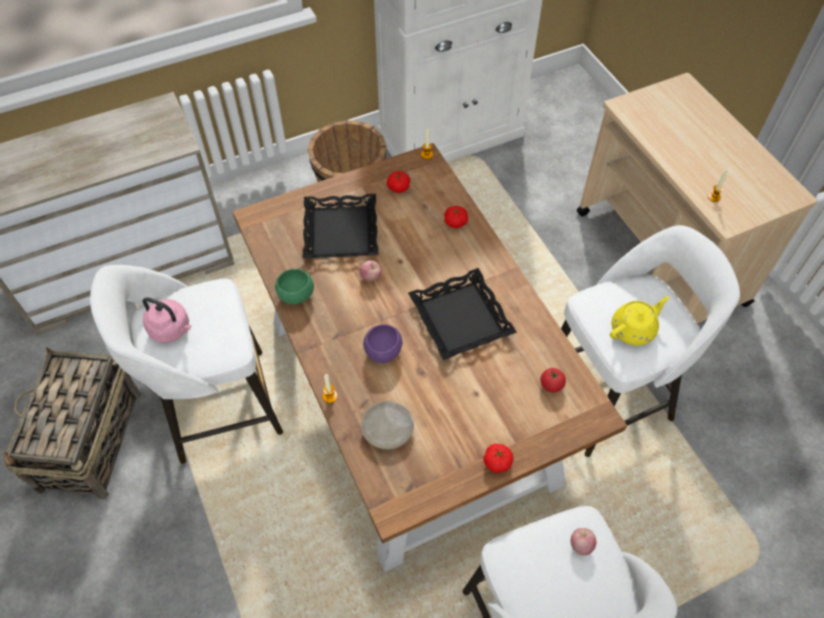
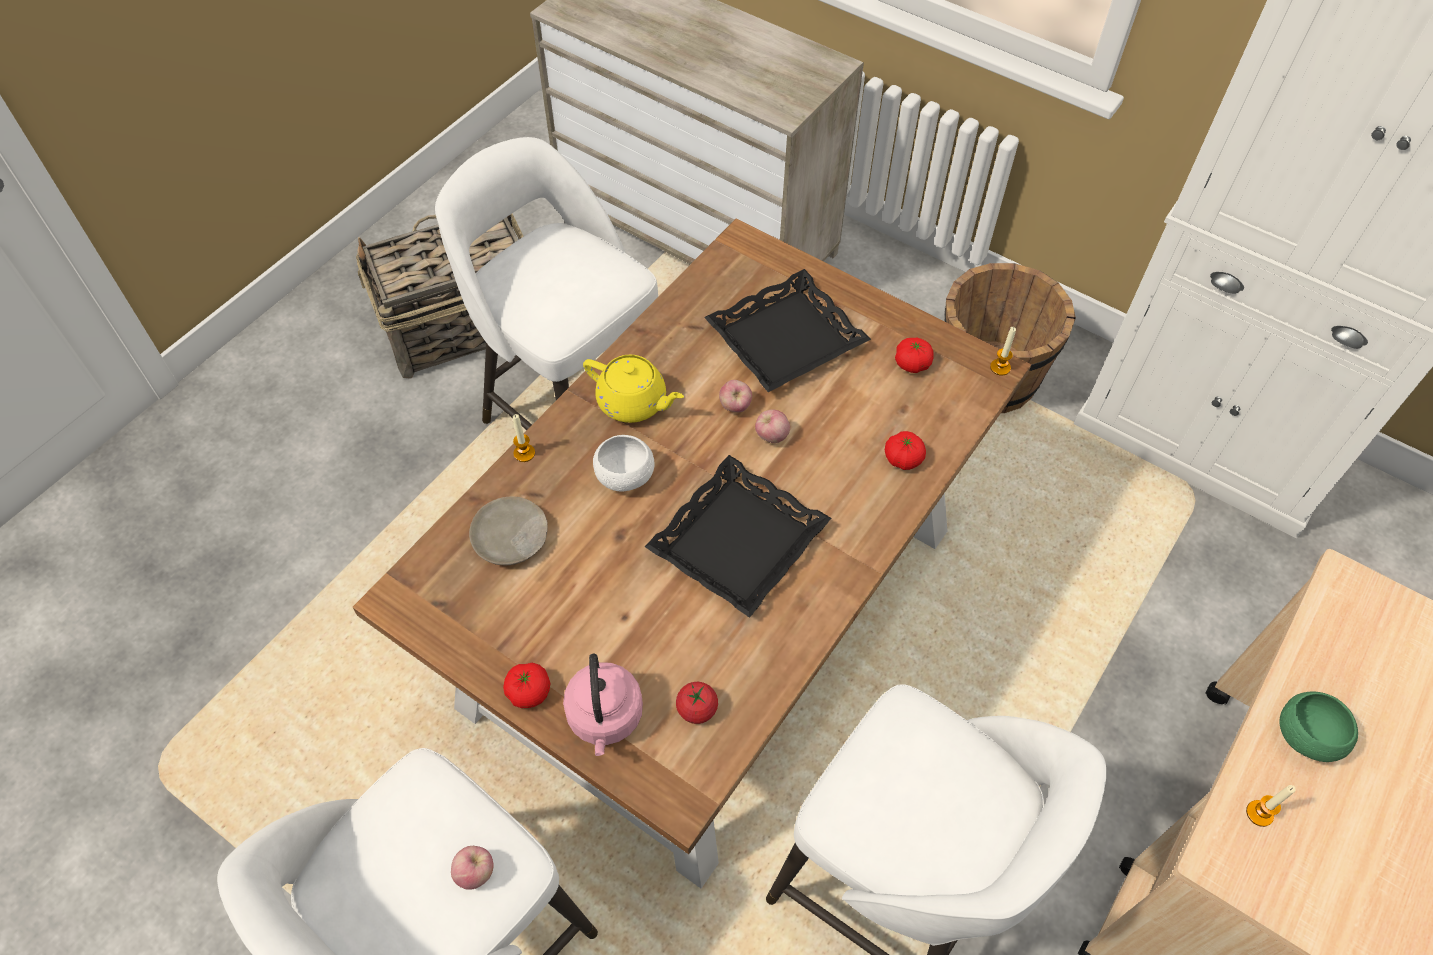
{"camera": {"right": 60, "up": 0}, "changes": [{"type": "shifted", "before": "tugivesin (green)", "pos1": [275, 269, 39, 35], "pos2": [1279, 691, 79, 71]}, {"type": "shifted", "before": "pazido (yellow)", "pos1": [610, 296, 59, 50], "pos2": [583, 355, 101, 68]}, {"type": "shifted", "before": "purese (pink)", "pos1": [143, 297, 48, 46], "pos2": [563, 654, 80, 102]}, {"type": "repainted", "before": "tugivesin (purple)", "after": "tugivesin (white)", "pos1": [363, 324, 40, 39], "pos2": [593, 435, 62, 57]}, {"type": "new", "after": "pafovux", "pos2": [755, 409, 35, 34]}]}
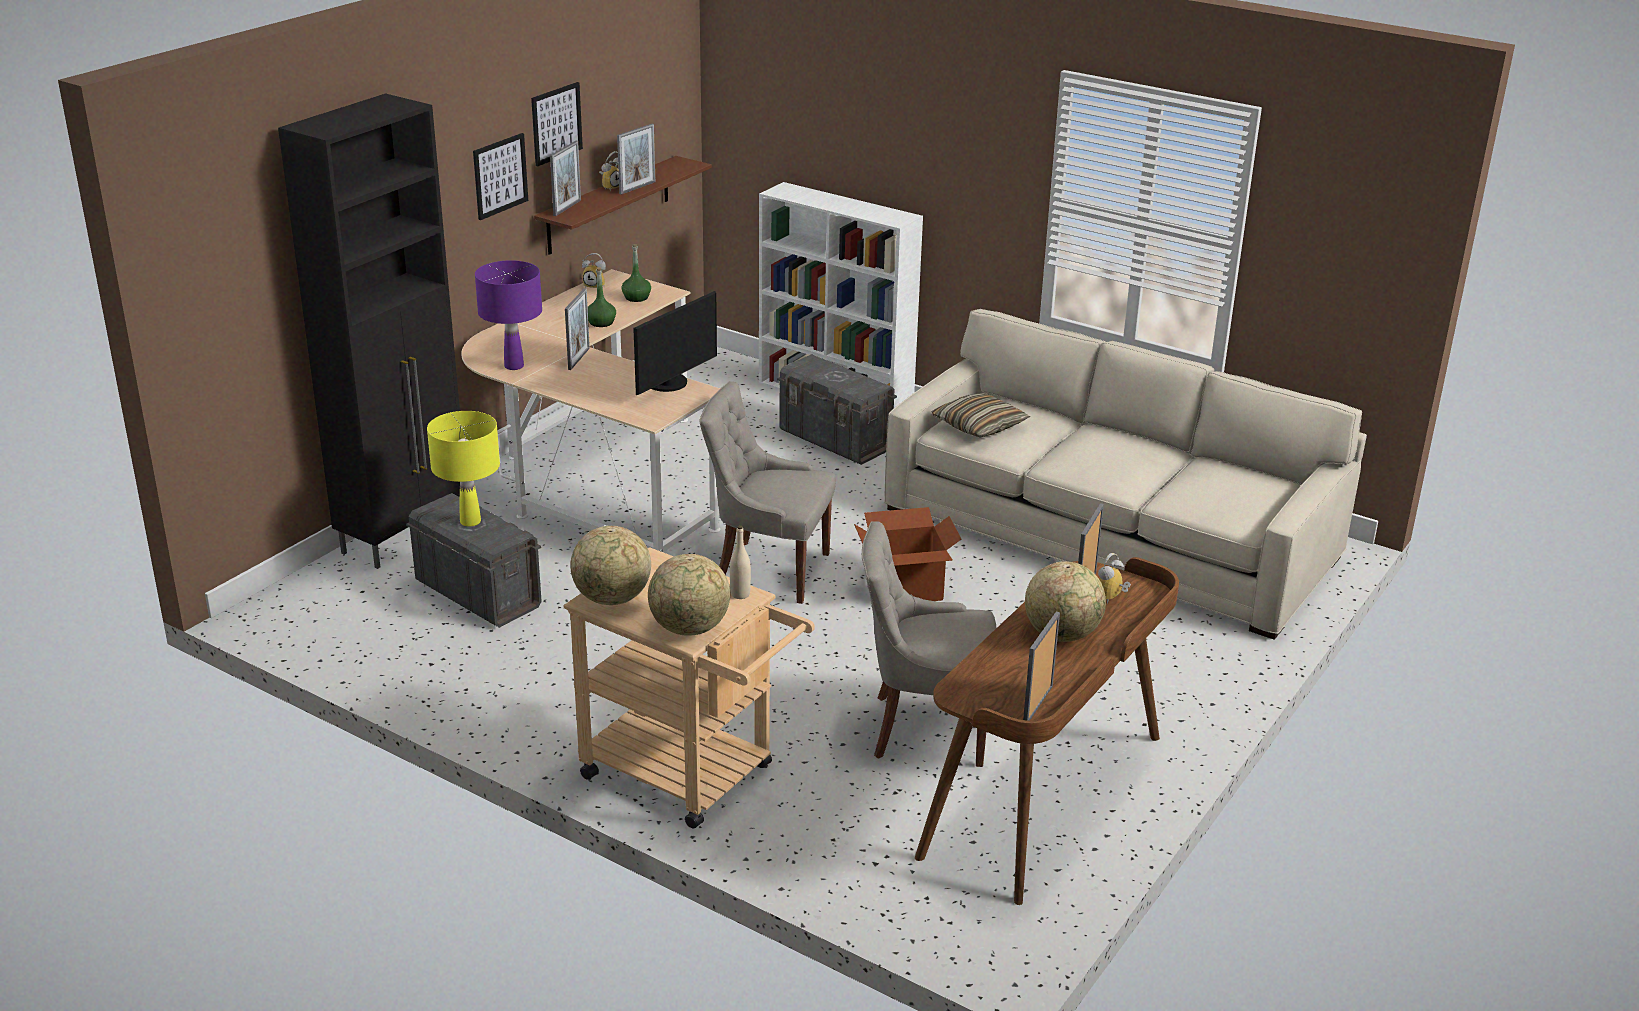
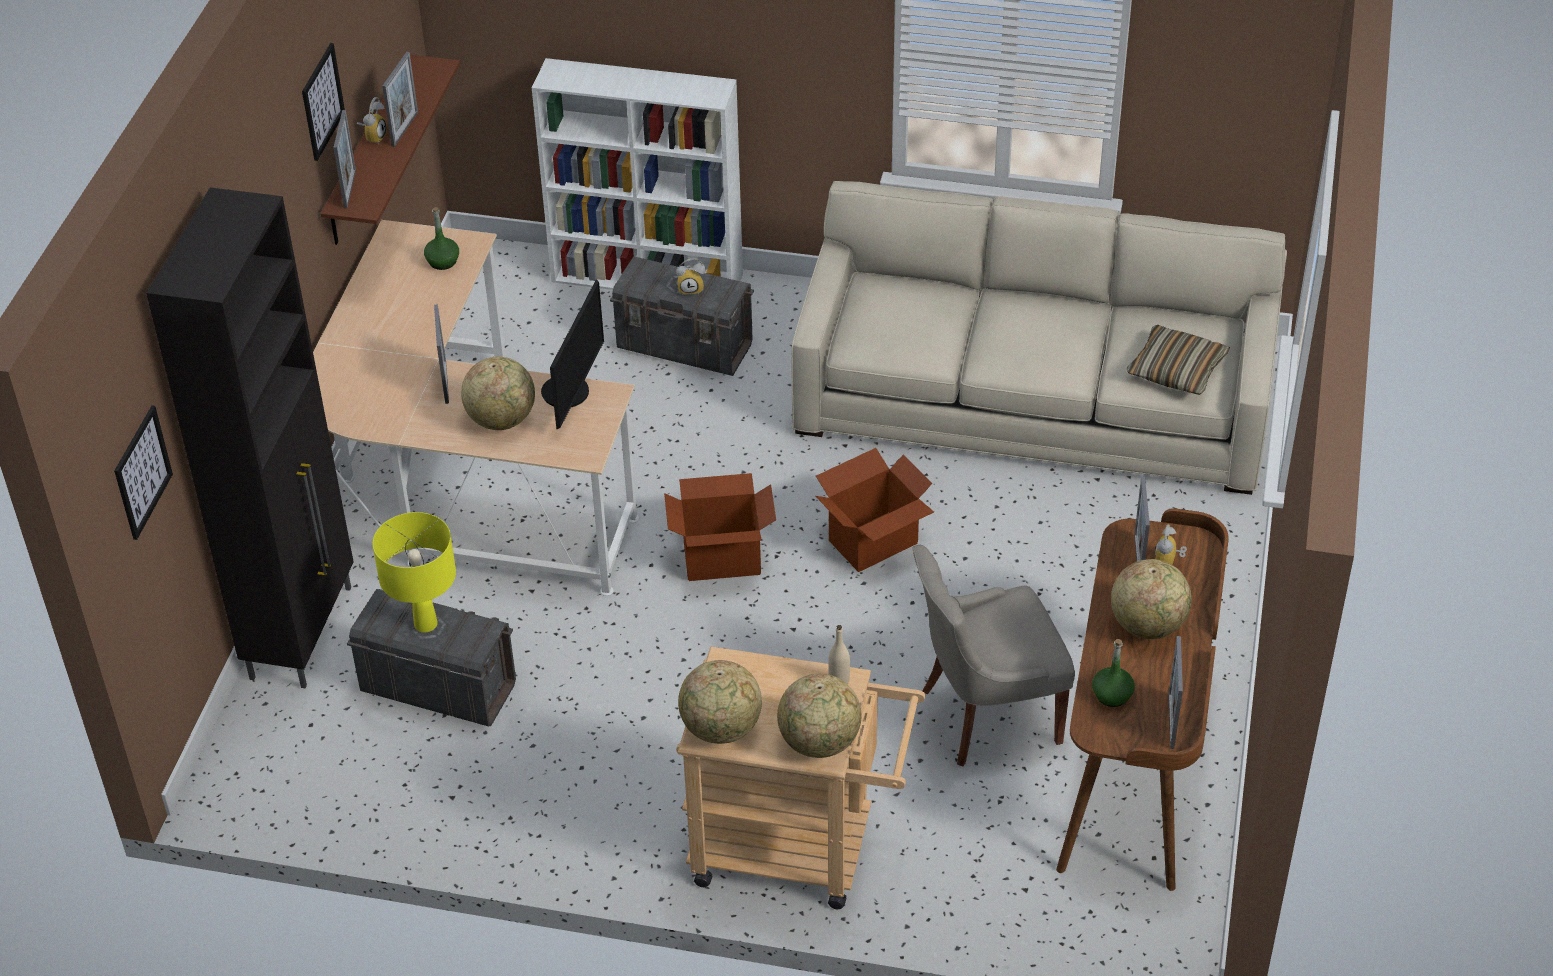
{"camera": {"right": -20, "up": 15}, "changes": [{"type": "shifted", "before": "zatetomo", "pos1": [473, 133, 55, 87], "pos2": [114, 405, 59, 135]}, {"type": "shifted", "before": "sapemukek", "pos1": [582, 253, 24, 35], "pos2": [676, 258, 29, 37]}, {"type": "gone", "before": "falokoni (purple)", "pos1": [475, 260, 67, 110]}, {"type": "shifted", "before": "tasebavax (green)", "pos1": [588, 267, 28, 60], "pos2": [1092, 639, 43, 68]}, {"type": "swapped", "before": "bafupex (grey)", "after": "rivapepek", "pos1": [699, 381, 137, 223], "pos2": [664, 473, 112, 108]}, {"type": "shifted", "before": "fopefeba", "pos1": [931, 393, 99, 44], "pos2": [1126, 325, 104, 70]}, {"type": "new", "after": "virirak", "pos2": [461, 357, 74, 73]}]}
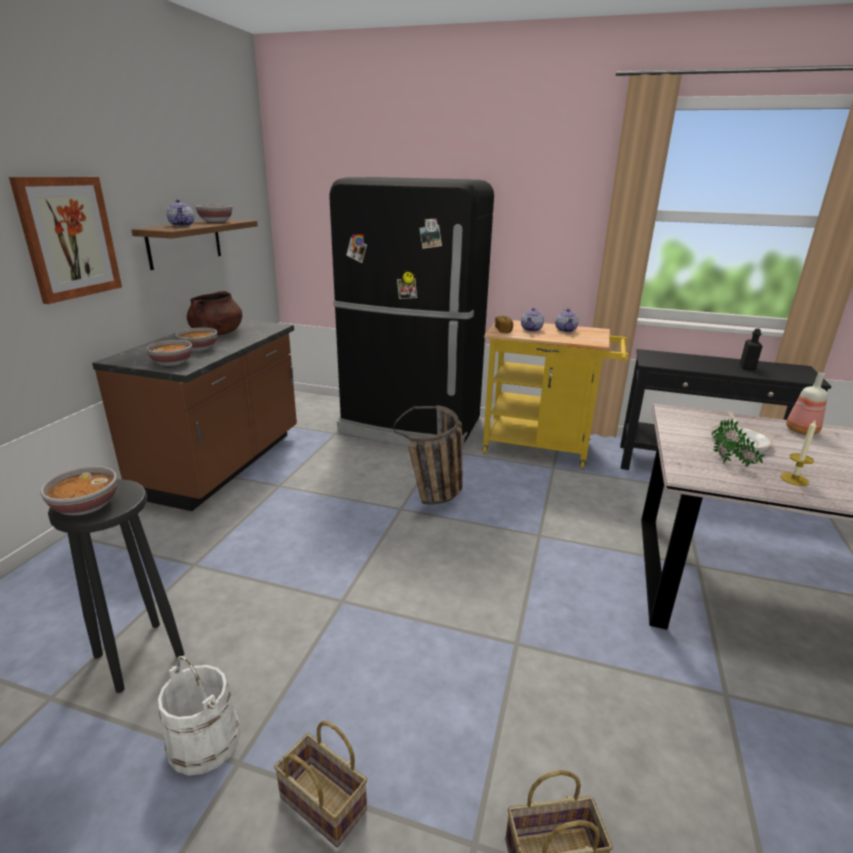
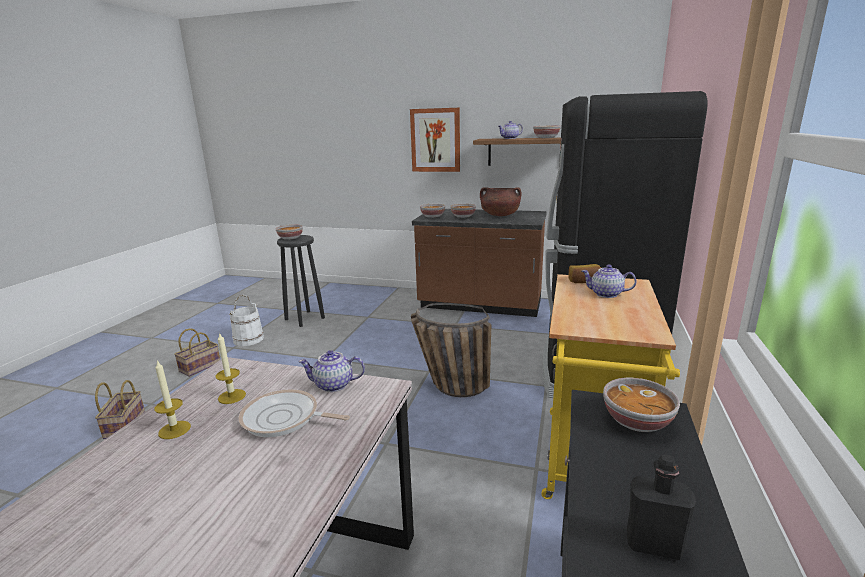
{"camera": {"right": 90, "up": -5}, "changes": [{"type": "shifted", "before": "pazido", "pos1": [555, 308, 24, 24], "pos2": [298, 350, 67, 42]}, {"type": "gone", "before": "tasebavax", "pos1": [786, 372, 42, 63]}, {"type": "swapped", "before": "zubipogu", "after": "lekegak", "pos1": [712, 418, 53, 49], "pos2": [215, 332, 31, 72]}, {"type": "new", "after": "tugivesin", "pos2": [603, 378, 77, 54]}]}
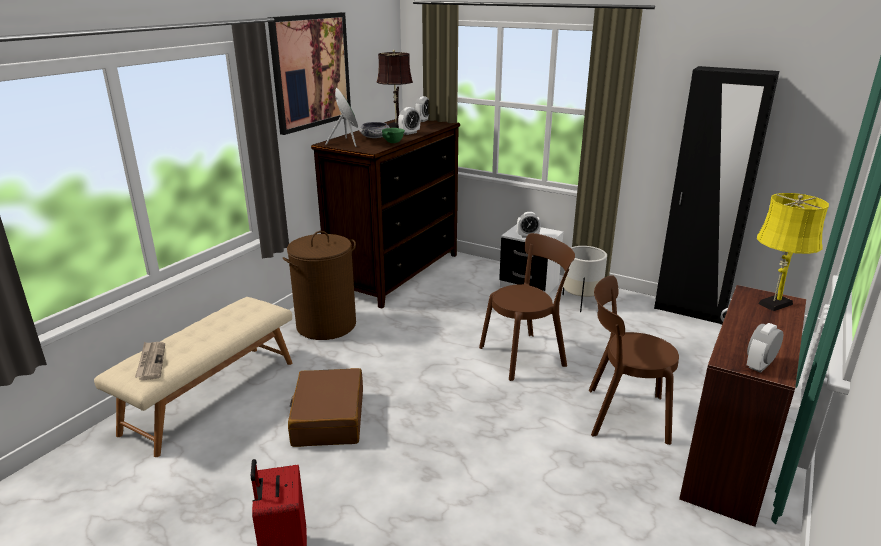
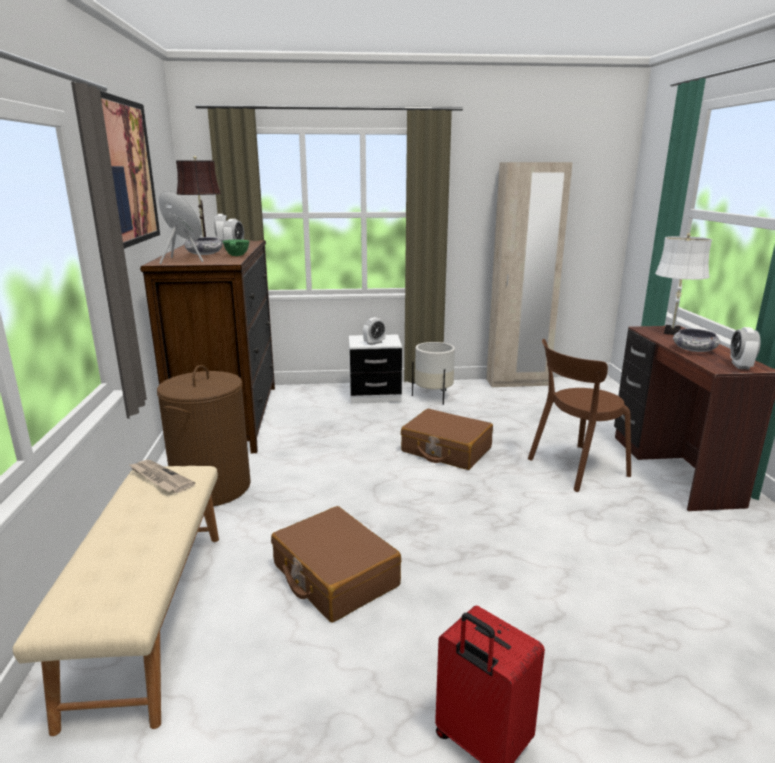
{"camera": {"right": -35, "up": -5}, "changes": [{"type": "repainted", "before": "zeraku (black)", "after": "zeraku (beige)", "pos1": [654, 66, 125, 259], "pos2": [486, 162, 87, 226]}, {"type": "repainted", "before": "falokoni (yellow)", "after": "falokoni (white)", "pos1": [757, 193, 72, 118], "pos2": [655, 233, 57, 102]}, {"type": "swapped", "before": "bafupex (brown)", "after": "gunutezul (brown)", "pos1": [479, 233, 96, 148], "pos2": [401, 409, 92, 61]}, {"type": "shifted", "before": "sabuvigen", "pos1": [135, 342, 30, 38], "pos2": [128, 460, 67, 33]}, {"type": "new", "after": "tugivesin", "pos2": [673, 329, 47, 23]}]}
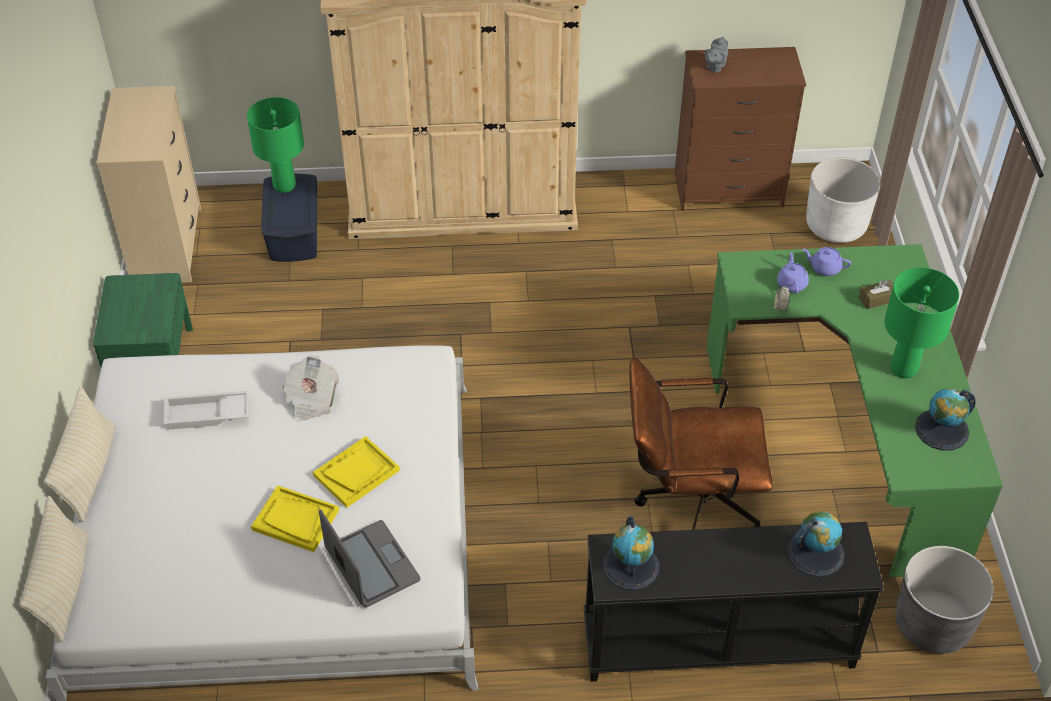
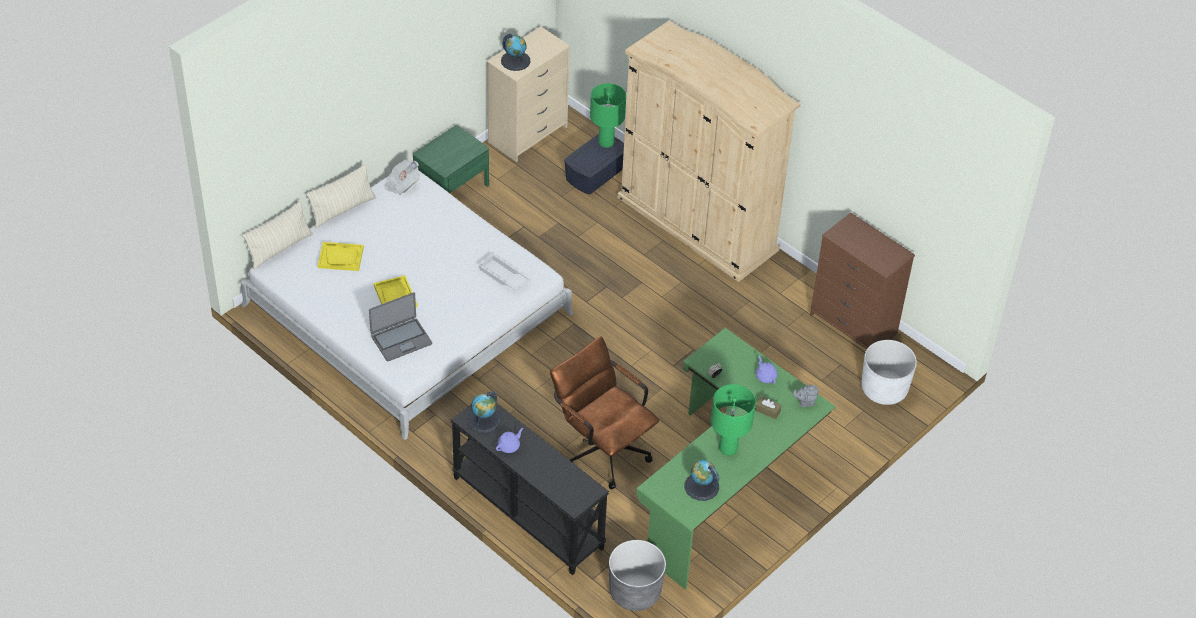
{"camera": {"right": 45, "up": 0}, "changes": [{"type": "shifted", "before": "pazido (grey)", "pos1": [704, 36, 24, 37], "pos2": [793, 385, 26, 22]}, {"type": "shifted", "before": "pazido (purple)", "pos1": [777, 252, 32, 42], "pos2": [496, 428, 27, 25]}, {"type": "shifted", "before": "sabuvigen", "pos1": [283, 356, 56, 65], "pos2": [385, 160, 35, 35]}, {"type": "shifted", "before": "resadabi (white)", "pos1": [163, 391, 86, 39], "pos2": [478, 253, 53, 38]}, {"type": "shifted", "before": "resadabi (yellow)", "pos1": [313, 436, 87, 72], "pos2": [318, 242, 46, 29]}, {"type": "rotated", "before": "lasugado", "pos1": [319, 509, 101, 99], "pos2": [369, 292, 63, 69], "turn": 45}, {"type": "shifted", "before": "virirak", "pos1": [787, 511, 57, 66], "pos2": [501, 34, 30, 37]}]}
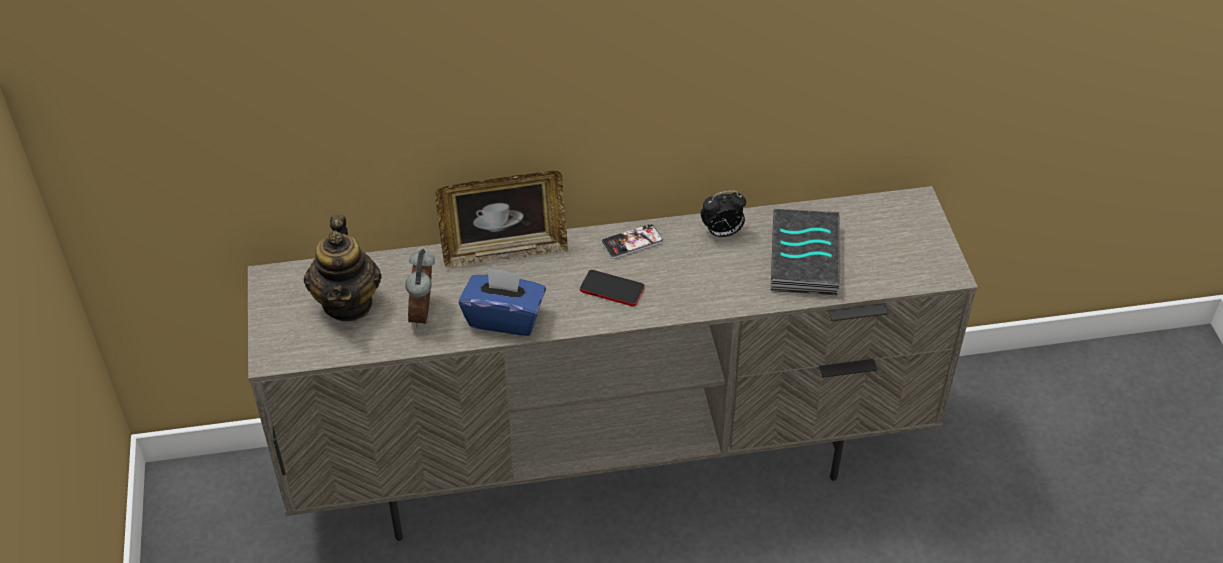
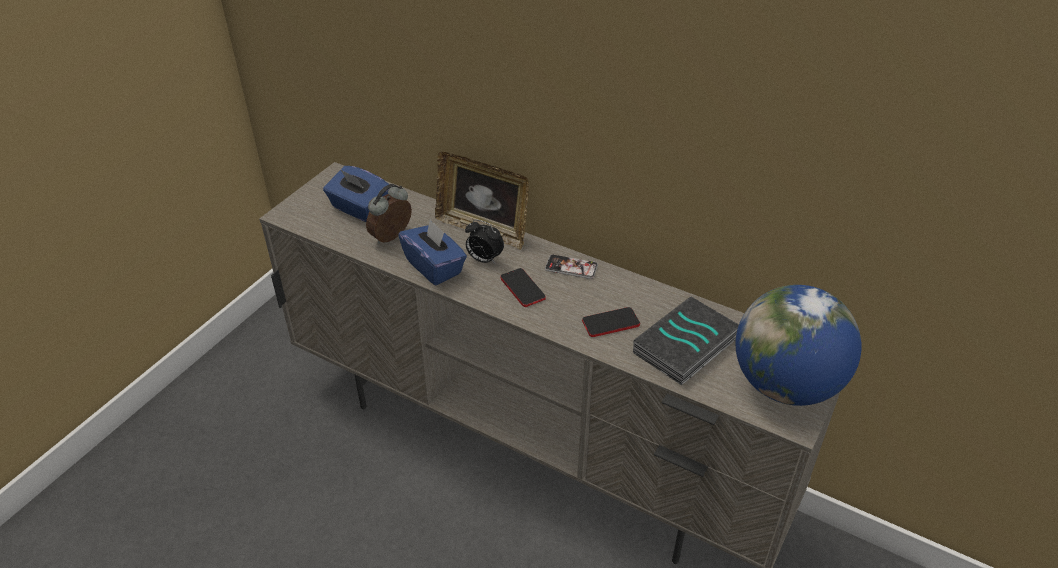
{"camera": {"right": 40, "up": -5}, "changes": [{"type": "shifted", "before": "sapemukek", "pos1": [701, 191, 45, 46], "pos2": [465, 219, 39, 45]}, {"type": "swapped", "before": "pazido", "after": "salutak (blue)", "pos1": [304, 215, 78, 106], "pos2": [323, 166, 67, 56]}, {"type": "new", "after": "virirak", "pos2": [736, 285, 126, 121]}, {"type": "new", "after": "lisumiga", "pos2": [582, 307, 58, 30]}]}
